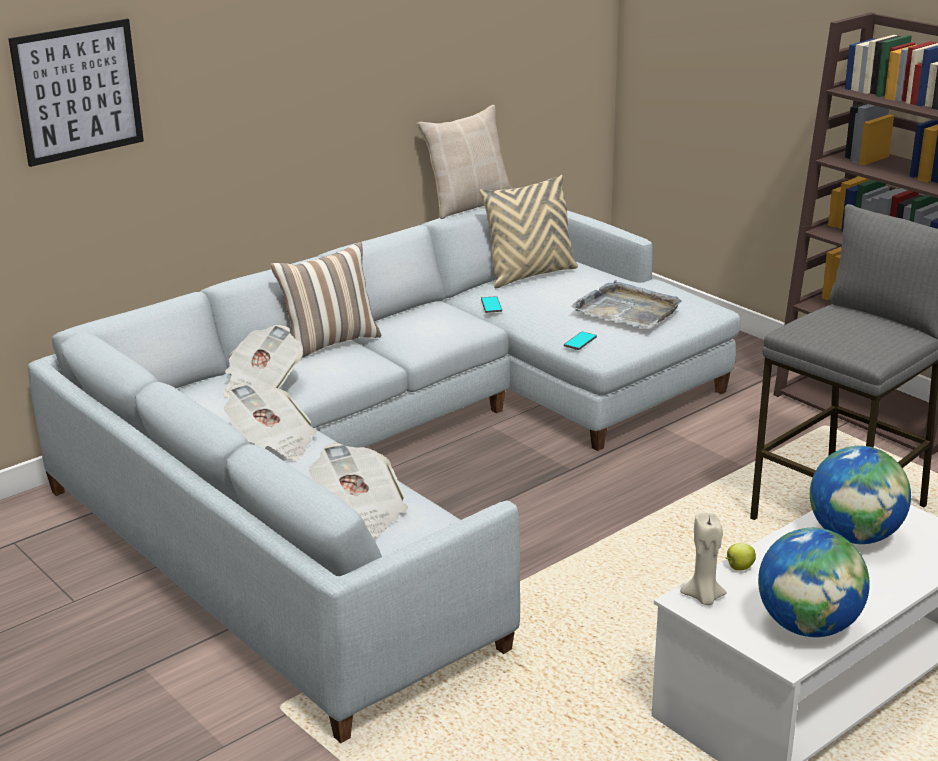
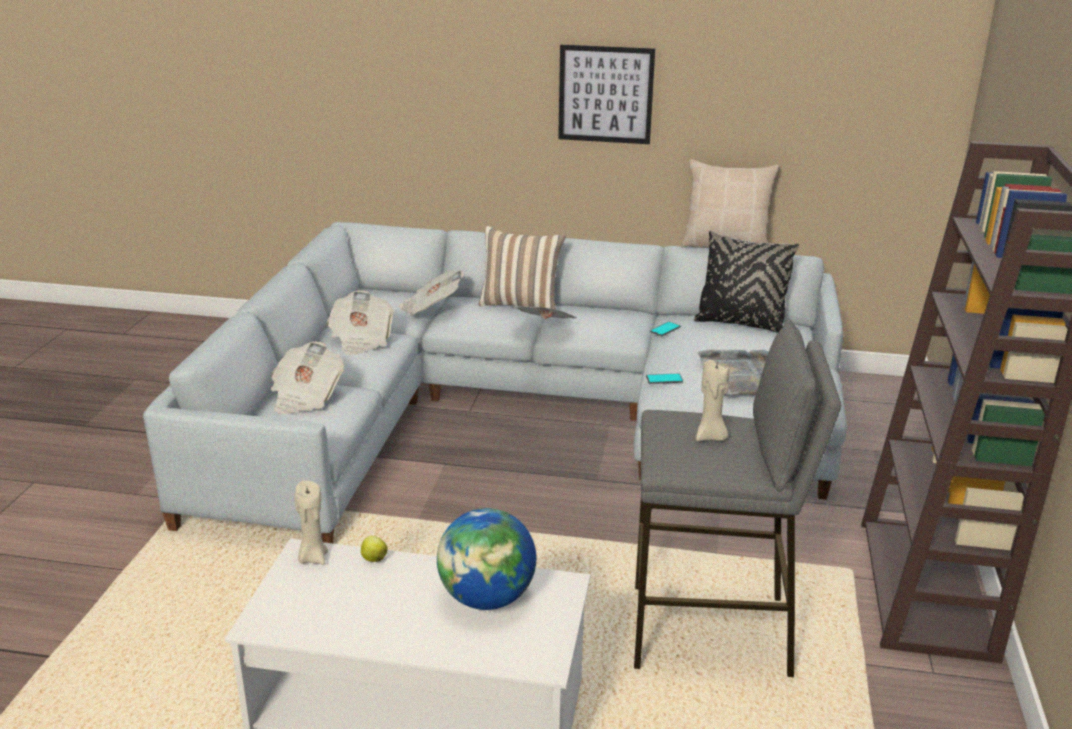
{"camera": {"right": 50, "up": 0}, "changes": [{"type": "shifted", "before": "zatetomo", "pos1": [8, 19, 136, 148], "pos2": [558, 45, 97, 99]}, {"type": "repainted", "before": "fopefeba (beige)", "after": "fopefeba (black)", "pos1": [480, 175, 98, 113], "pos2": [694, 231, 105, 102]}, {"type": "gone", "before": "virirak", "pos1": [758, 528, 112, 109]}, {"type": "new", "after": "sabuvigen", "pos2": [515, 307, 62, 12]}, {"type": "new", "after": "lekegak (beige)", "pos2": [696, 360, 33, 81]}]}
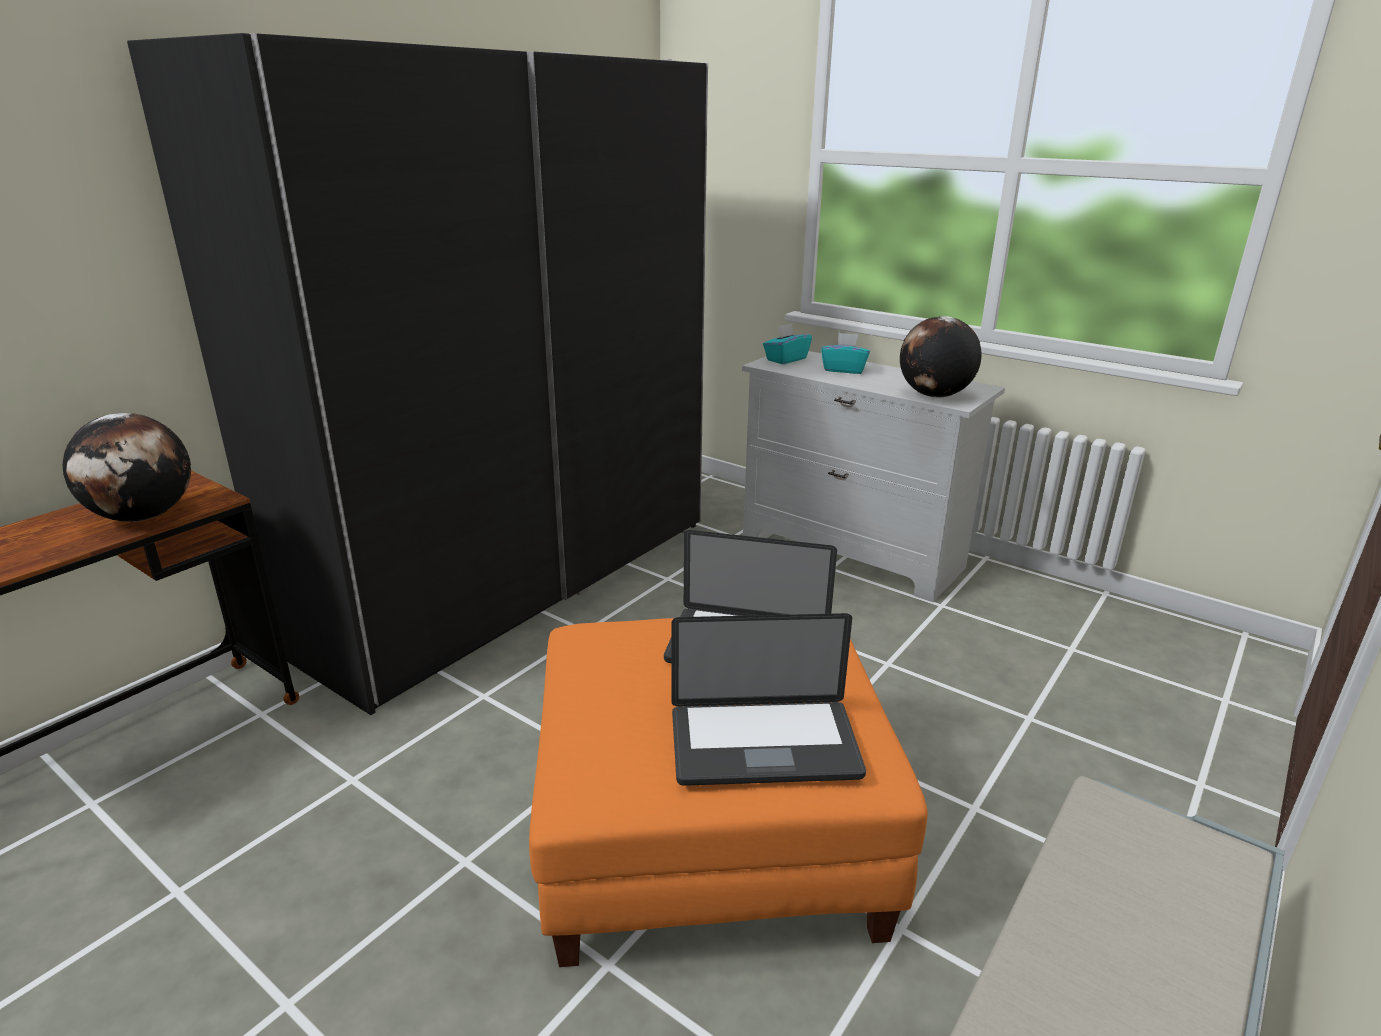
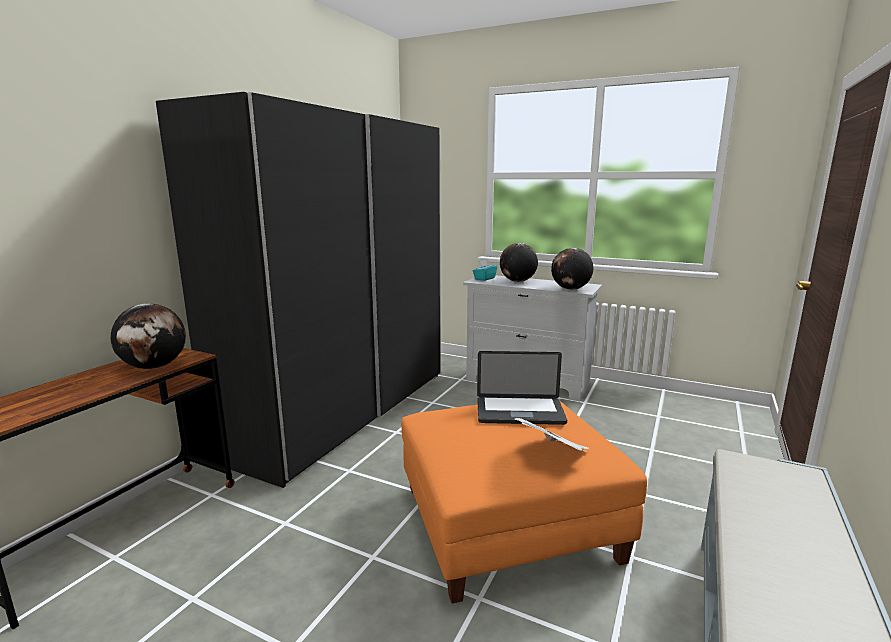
{"camera": {"right": -10, "up": -10}, "changes": [{"type": "swapped", "before": "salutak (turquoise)", "after": "virirak", "pos1": [821, 333, 49, 41], "pos2": [500, 243, 38, 39]}, {"type": "swapped", "before": "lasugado", "after": "sabuvigen", "pos1": [671, 613, 195, 173], "pos2": [515, 418, 74, 34]}]}
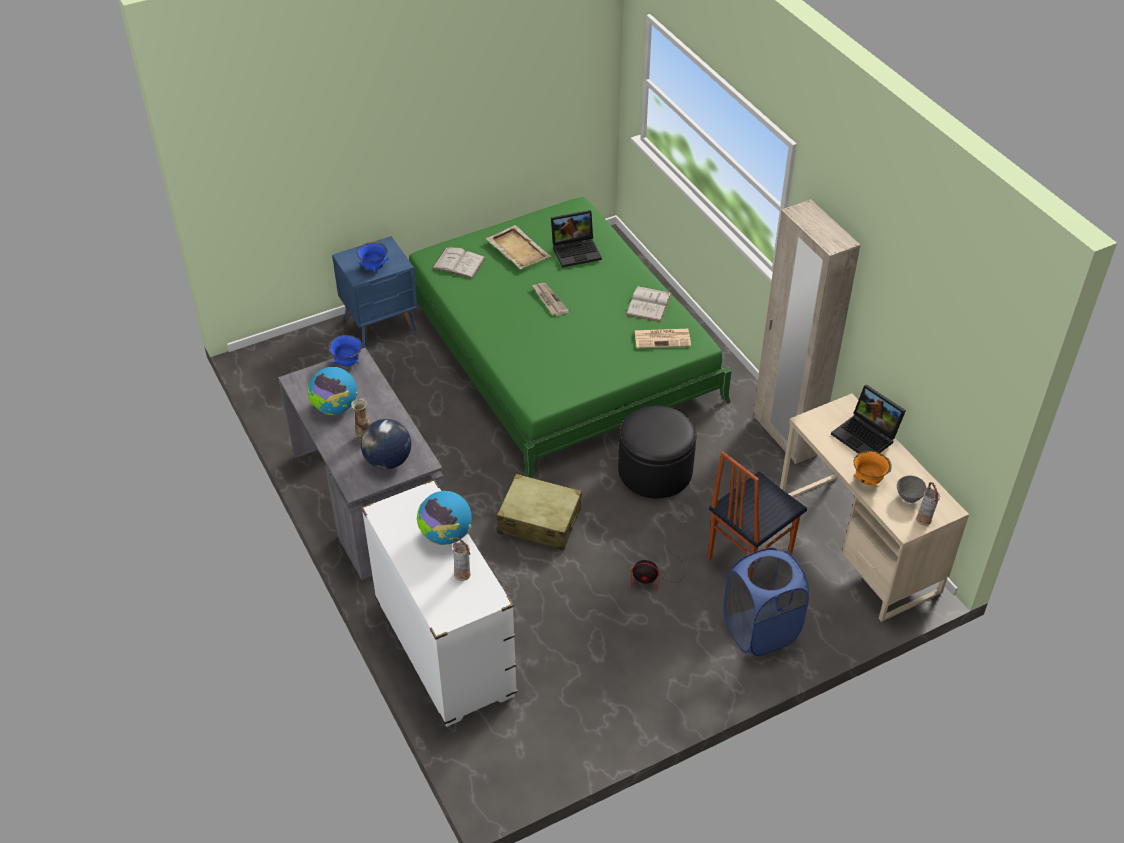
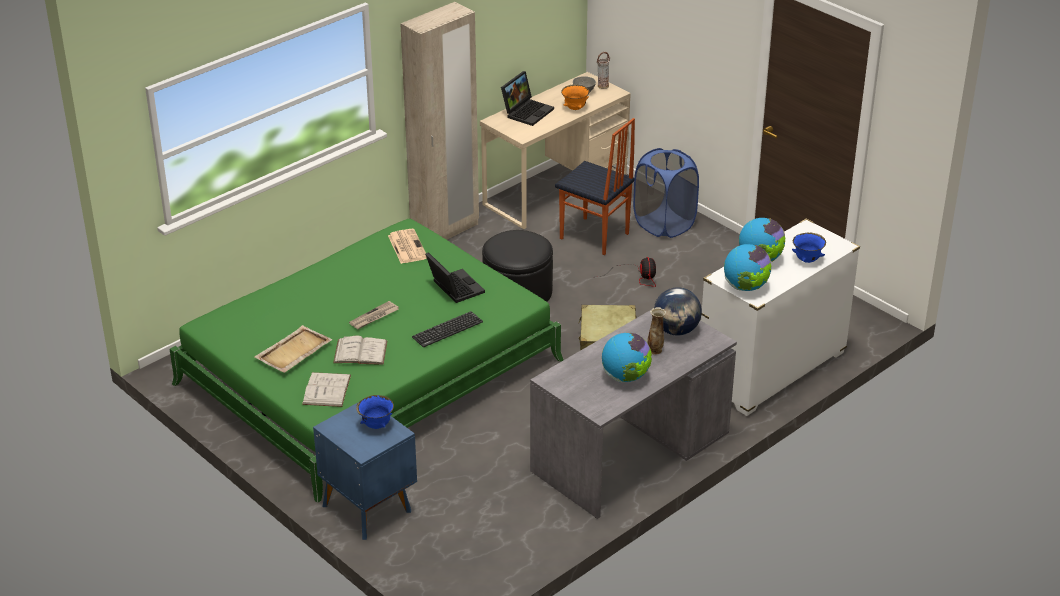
{"camera": {"right": -105, "up": -10}, "changes": [{"type": "shifted", "before": "lasugado", "pos1": [551, 210, 51, 58], "pos2": [425, 252, 60, 51]}, {"type": "shifted", "before": "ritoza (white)", "pos1": [626, 286, 46, 36], "pos2": [333, 335, 54, 30]}, {"type": "shifted", "before": "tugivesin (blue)", "pos1": [328, 335, 34, 31], "pos2": [792, 233, 34, 30]}, {"type": "gone", "before": "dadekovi", "pos1": [453, 537, 17, 44]}, {"type": "new", "after": "virirak", "pos2": [724, 244, 47, 47]}, {"type": "new", "after": "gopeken", "pos2": [412, 311, 71, 36]}]}
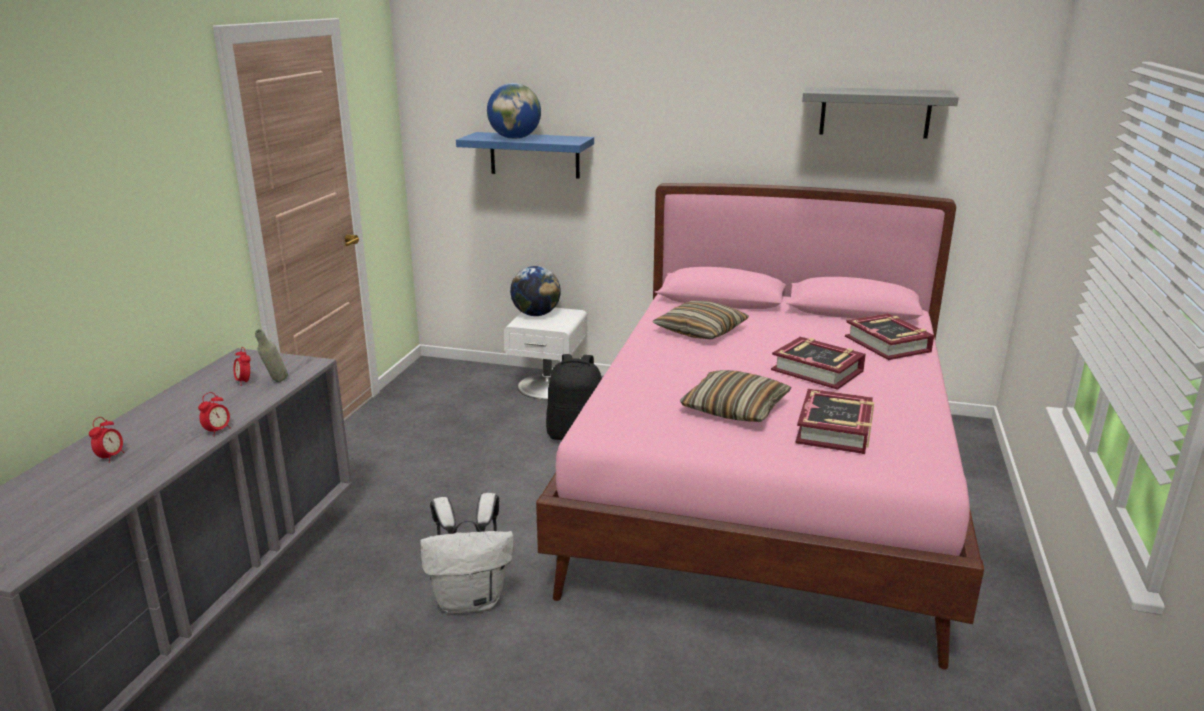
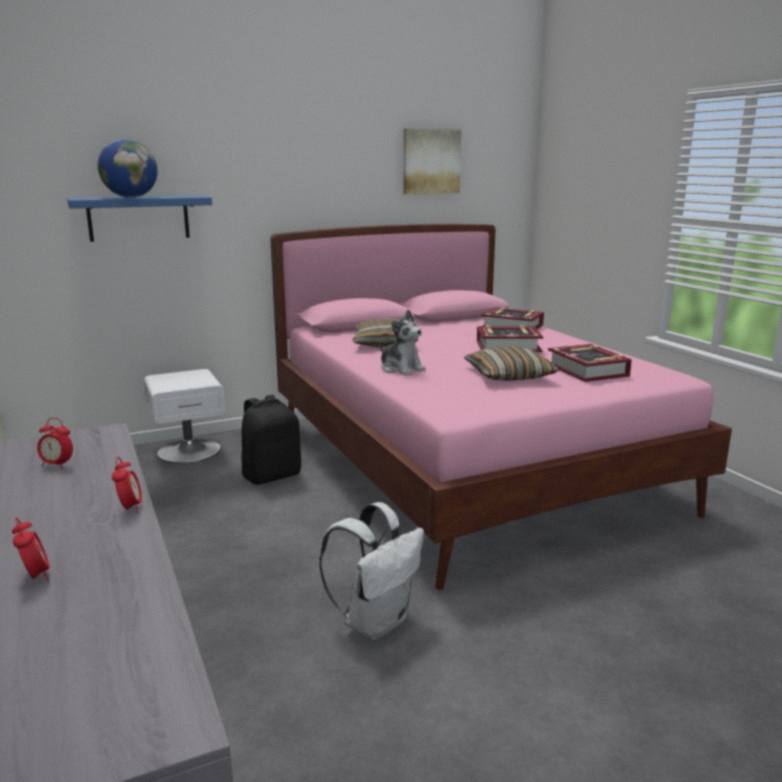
{"camera": {"right": -40, "up": -5}, "changes": [{"type": "swapped", "before": "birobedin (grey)", "after": "zatetomo", "pos1": [802, 87, 157, 52], "pos2": [403, 128, 58, 66]}, {"type": "gone", "before": "virirak", "pos1": [510, 266, 51, 50]}, {"type": "gone", "before": "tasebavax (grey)", "pos1": [255, 329, 33, 53]}, {"type": "new", "after": "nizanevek", "pos2": [379, 309, 47, 67]}]}
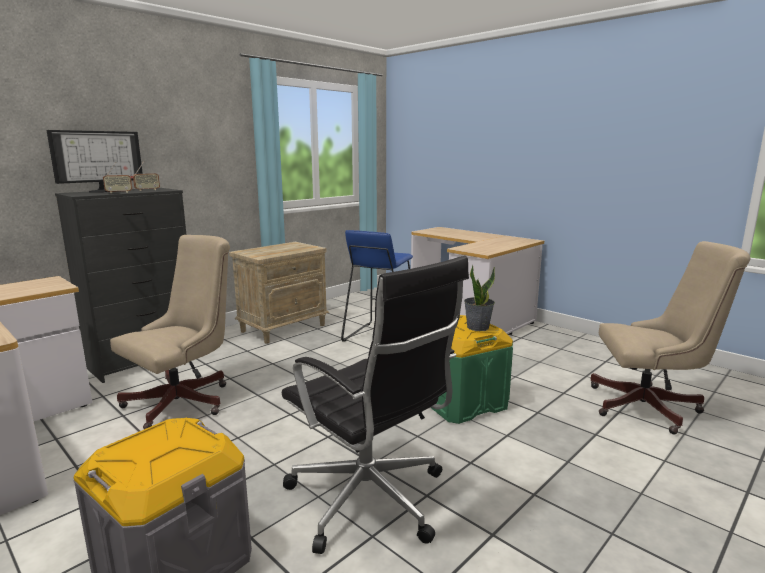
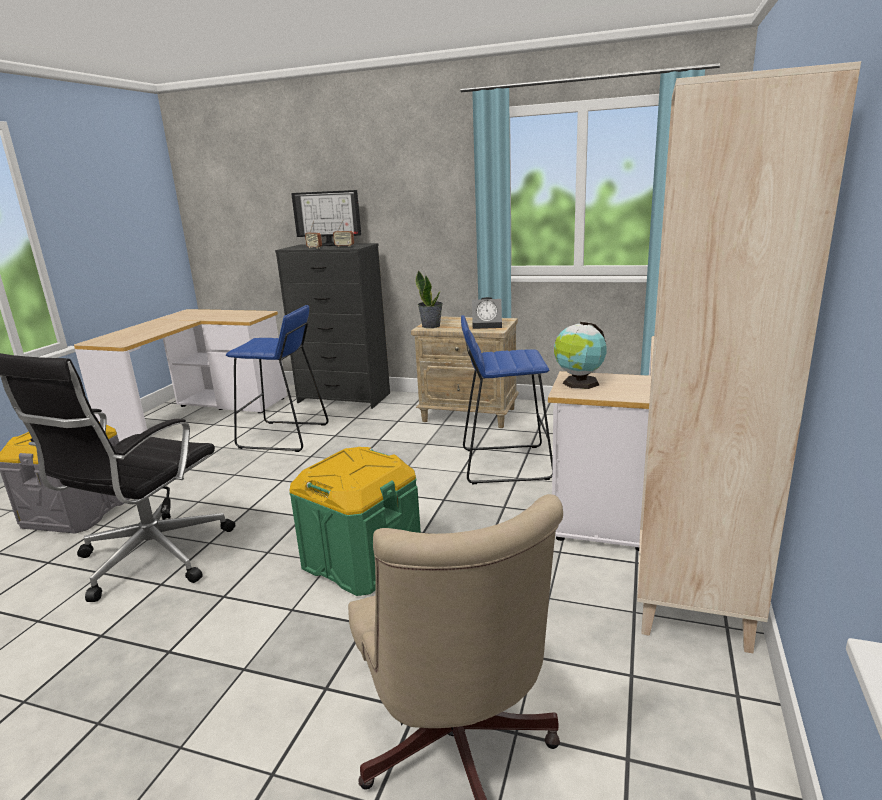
{"camera": {"right": 65, "up": 5}, "changes": [{"type": "swapped", "before": "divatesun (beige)", "after": "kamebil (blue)", "pos1": [110, 235, 120, 194], "pos2": [226, 305, 103, 147]}, {"type": "shifted", "before": "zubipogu", "pos1": [464, 265, 31, 66], "pos2": [416, 270, 27, 58]}, {"type": "new", "after": "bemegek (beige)", "pos2": [637, 61, 224, 592]}, {"type": "new", "after": "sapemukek", "pos2": [472, 297, 30, 32]}, {"type": "new", "after": "virirak", "pos2": [554, 322, 52, 67]}]}
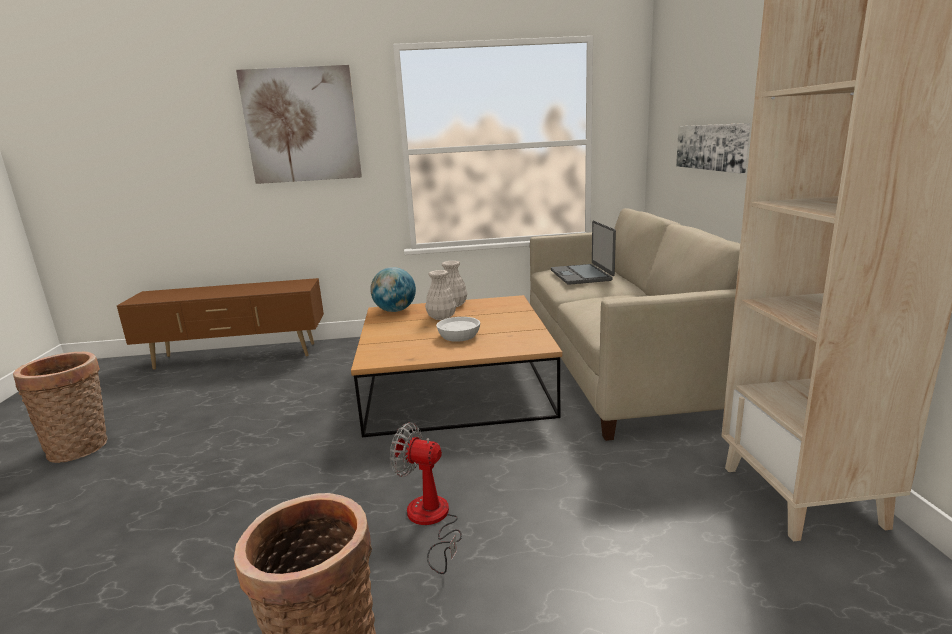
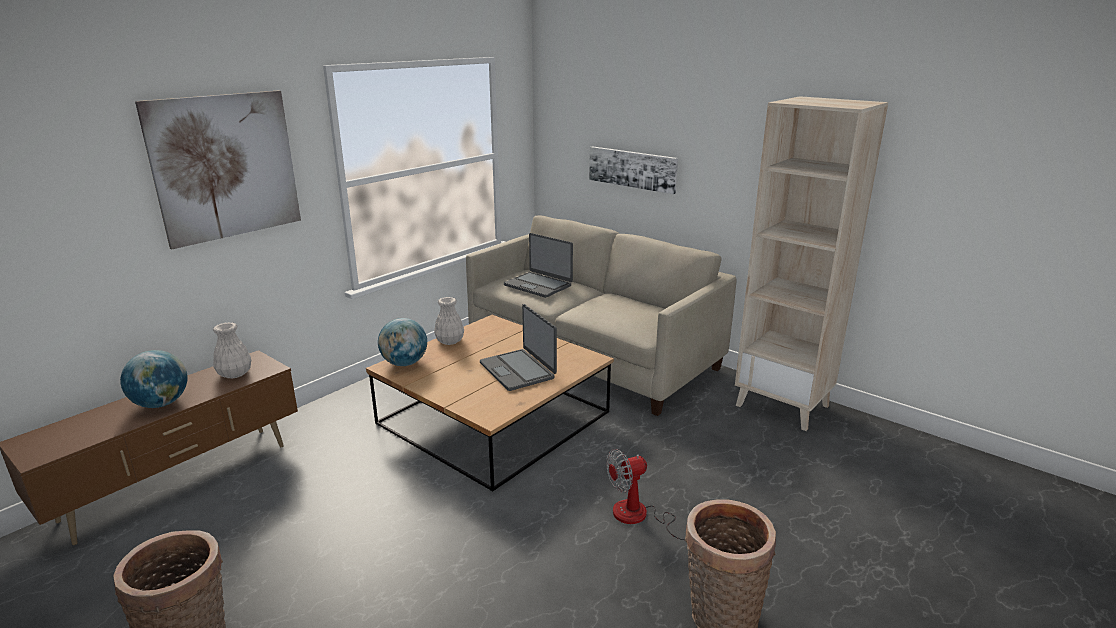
{"camera": {"right": -45, "up": 5}, "changes": [{"type": "shifted", "before": "dadekovi (white)", "pos1": [425, 270, 31, 50], "pos2": [213, 322, 38, 57]}, {"type": "swapped", "before": "tugivesin (white)", "after": "lasugado", "pos1": [436, 317, 44, 25], "pos2": [480, 304, 77, 87]}, {"type": "new", "after": "virirak", "pos2": [120, 350, 68, 58]}]}
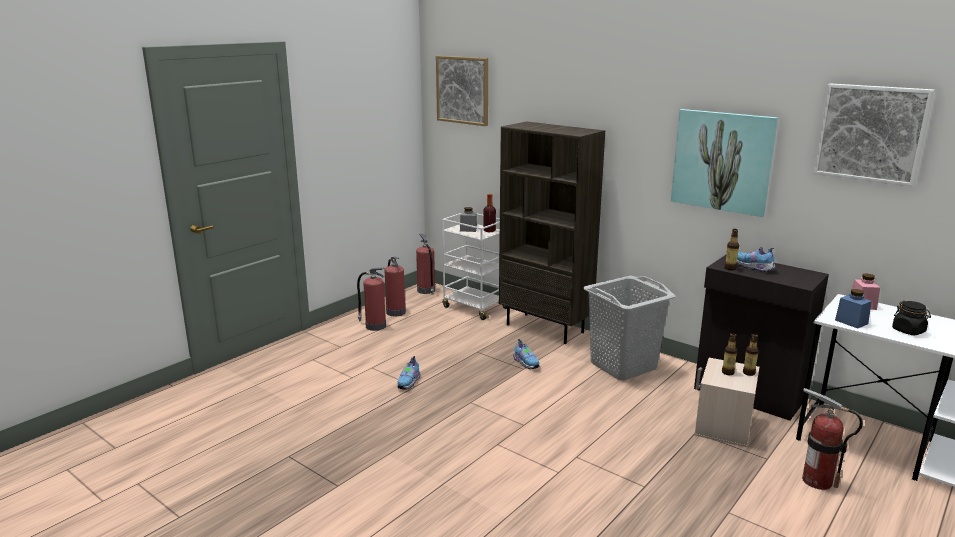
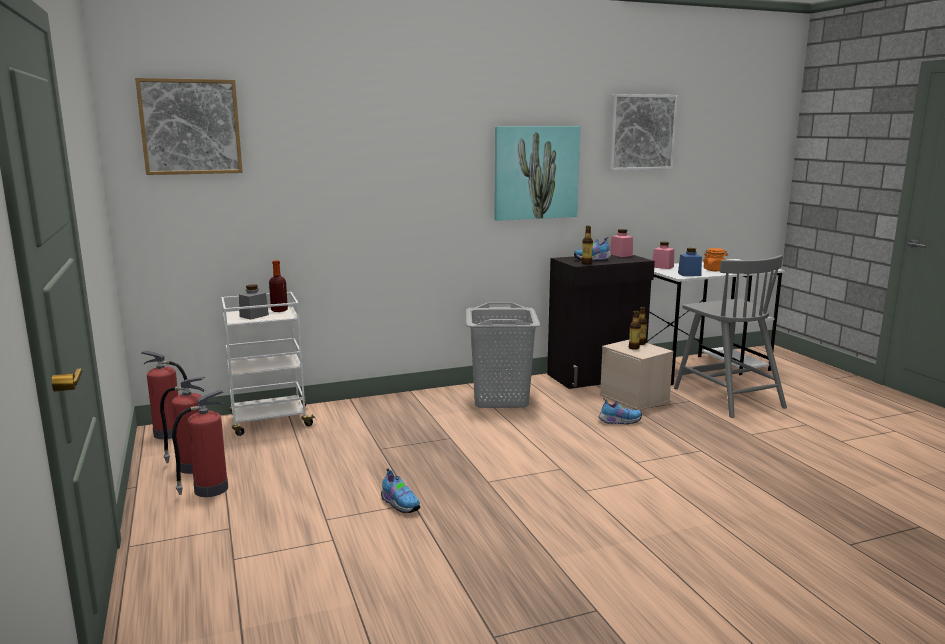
{"camera": {"right": -60, "up": -5}, "changes": [{"type": "gone", "before": "bemegek (brown)", "pos1": [499, 121, 106, 223]}, {"type": "repainted", "before": "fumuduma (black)", "after": "fumuduma (orange)", "pos1": [892, 301, 39, 35], "pos2": [703, 248, 25, 23]}, {"type": "shifted", "before": "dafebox", "pos1": [513, 339, 27, 30], "pos2": [598, 398, 44, 26]}, {"type": "swapped", "before": "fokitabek", "after": "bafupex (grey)", "pos1": [802, 388, 61, 102], "pos2": [674, 255, 113, 163]}, {"type": "new", "after": "fumuduma (pink)", "pos2": [610, 229, 23, 28]}]}
